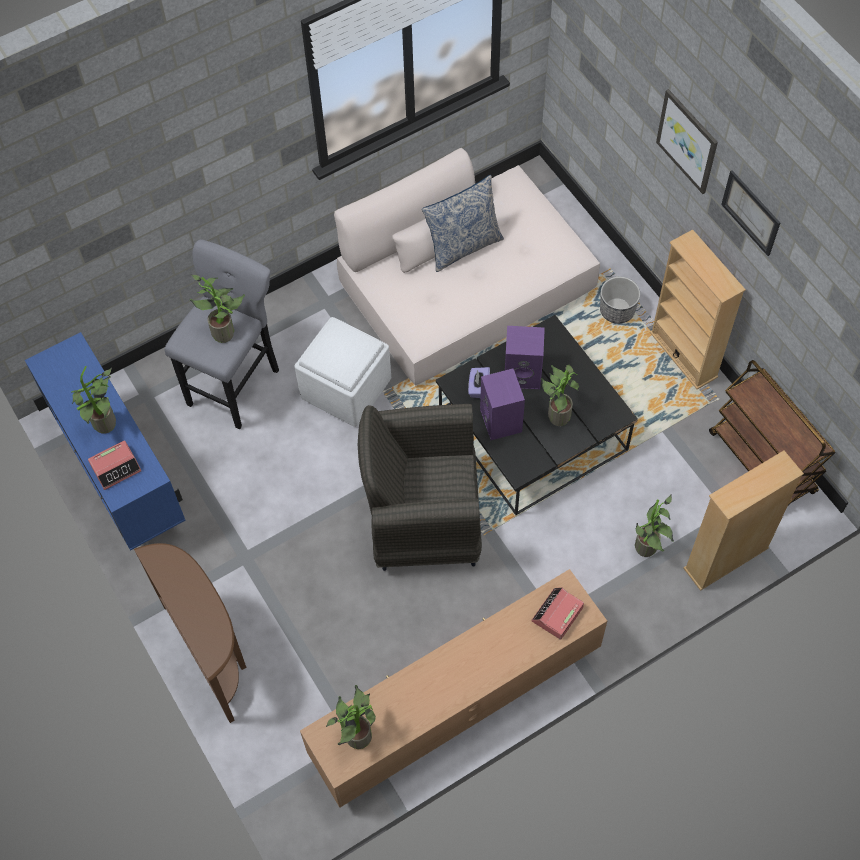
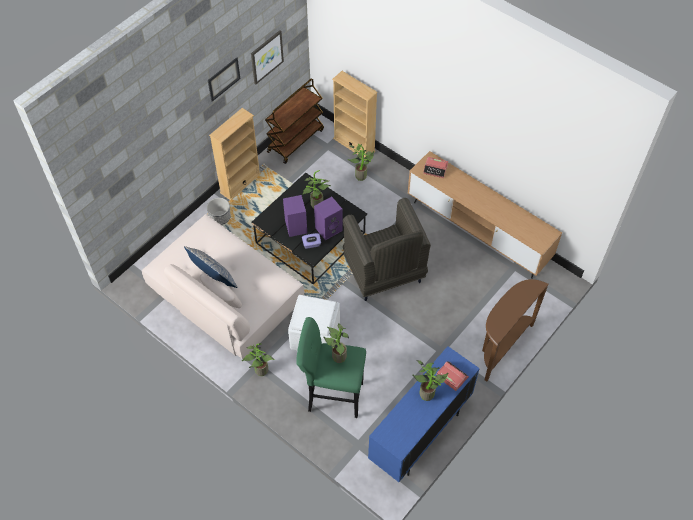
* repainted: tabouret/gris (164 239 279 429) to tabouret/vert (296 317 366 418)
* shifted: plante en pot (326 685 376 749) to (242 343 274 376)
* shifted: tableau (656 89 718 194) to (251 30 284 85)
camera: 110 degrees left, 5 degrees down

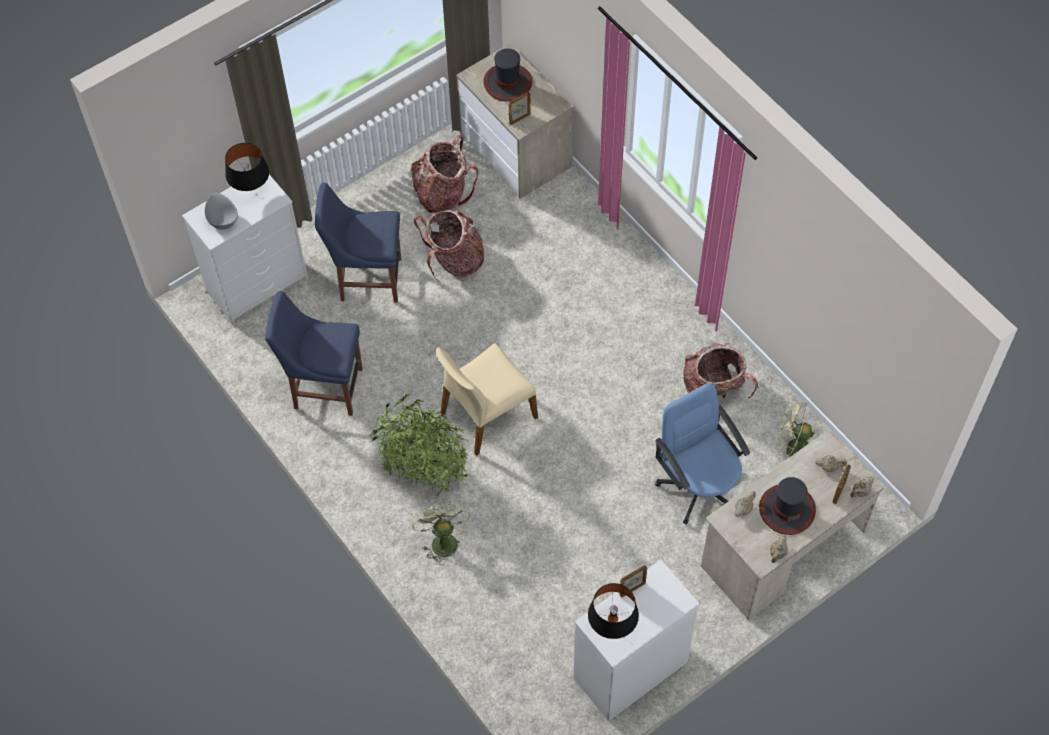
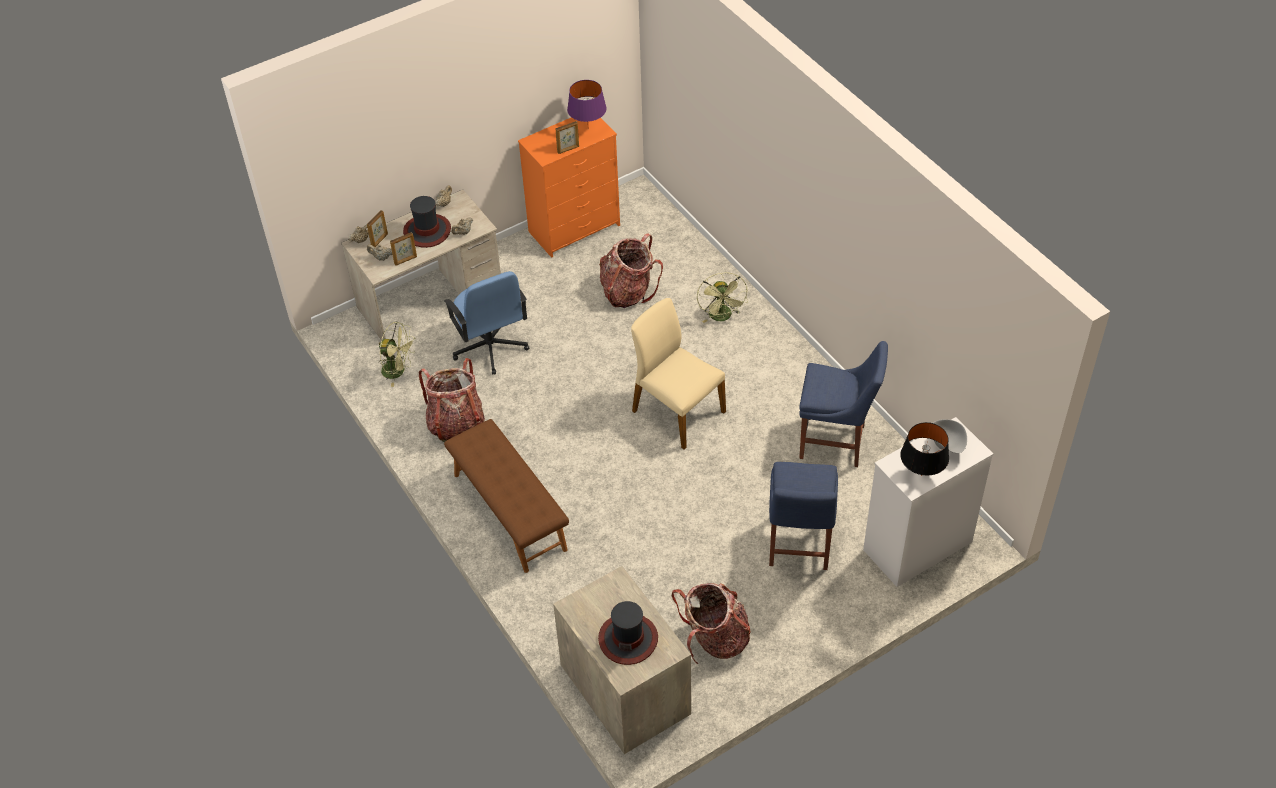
* rotated: chaise/bleu (315 183 401 303) = (769 462 838 570) 90 degrees clockwise
* gone: plante en pot (369 394 470 494)
* shifted: sac à dos (414 210 484 282) to (599 233 663 308)
* rotated: chaise/beige (436 343 538 456) = (631 298 726 449) 105 degrees counterclockwise
* shifted: cadre photo (509 92 531 125) to (390 232 417 266)
* repainted: commode/blanc (574 559 700 721) to commode/orange (518 117 620 258)
* repainted: lampe de table/noir (588 583 639 639) to lampe de table/violet (567 80 607 129)
* new: banc/marron (444 419 569 573)
camera: 175 degrees left, 10 degrees down

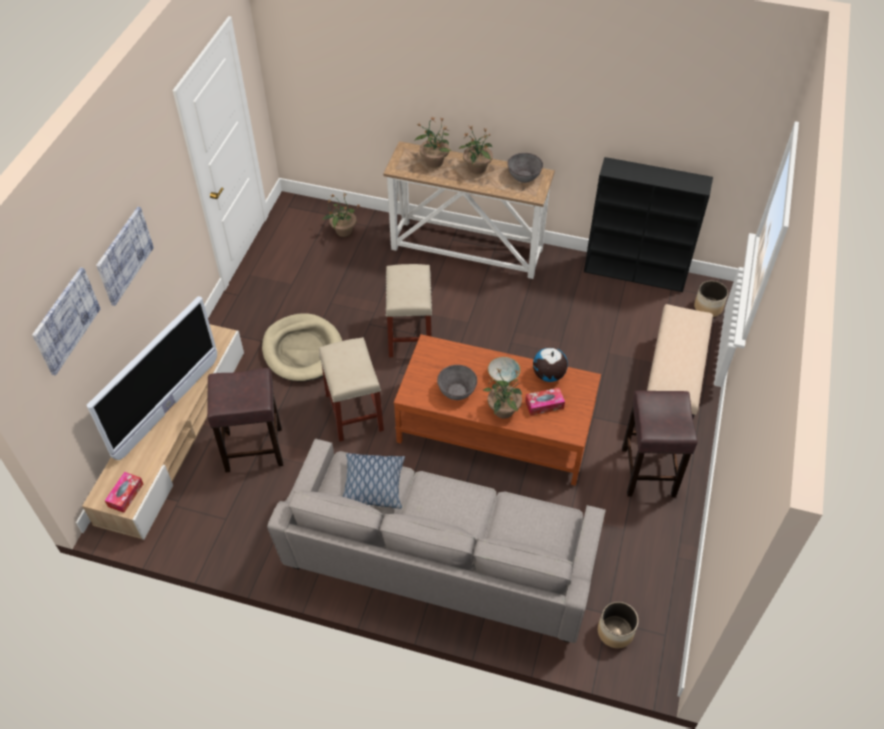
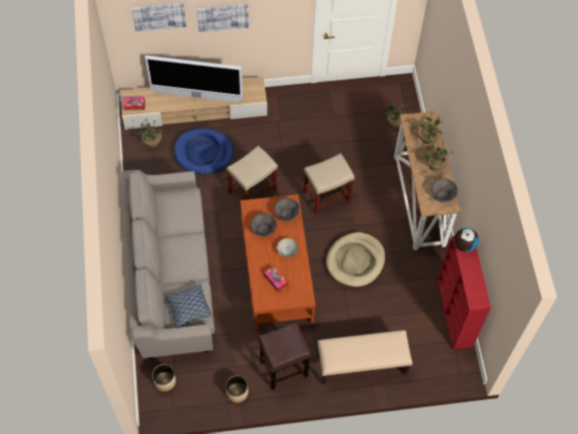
* swapped: tabouret/marron (207 368 283 472) to panier pour chien/bleu (174 128 234 174)
* shifted: panier pour chien/beige (262 313 342 381) to (326 232 385 287)
* shifted: coussin (342 453 405 508) to (165 283 213 328)
* shifted: plante en pot (483 369 522 419) to (136 120 163 148)
* shifted: globe (533 347 568 382) to (454 228 479 252)
* repainted: bibliothèque/noir (584 157 713 292) to bibliothèque/rouge (438 236 491 350)
* shifted: cache-pot (694 280 728 317) to (226 375 248 403)
* new: bol/gris (274 198 300 222)
camera: 65 degrees right, 10 degrees up

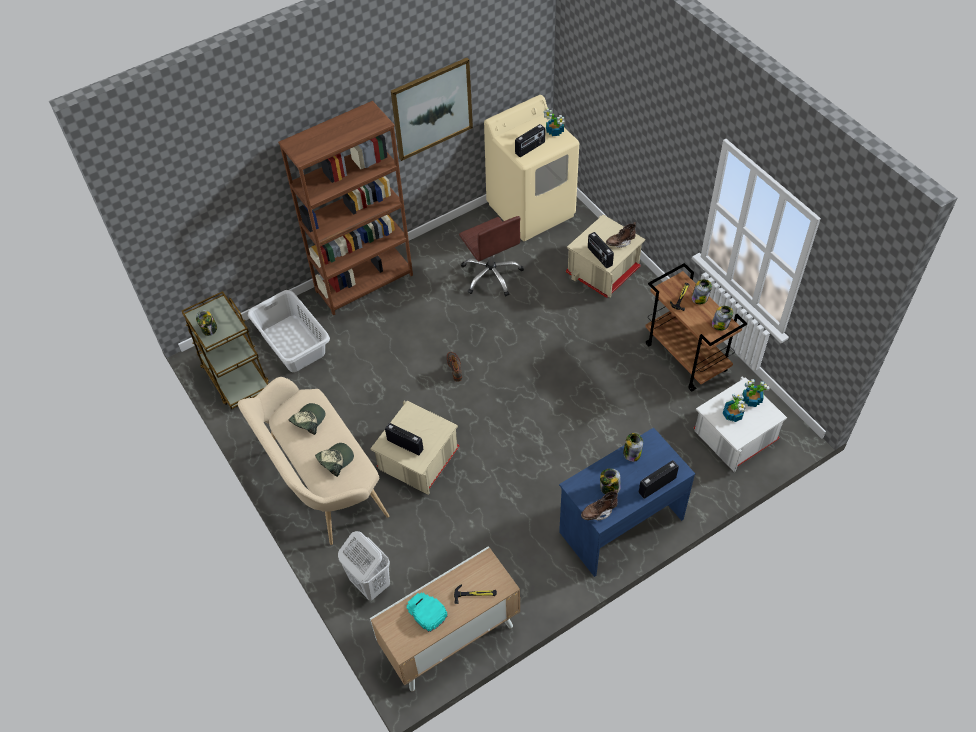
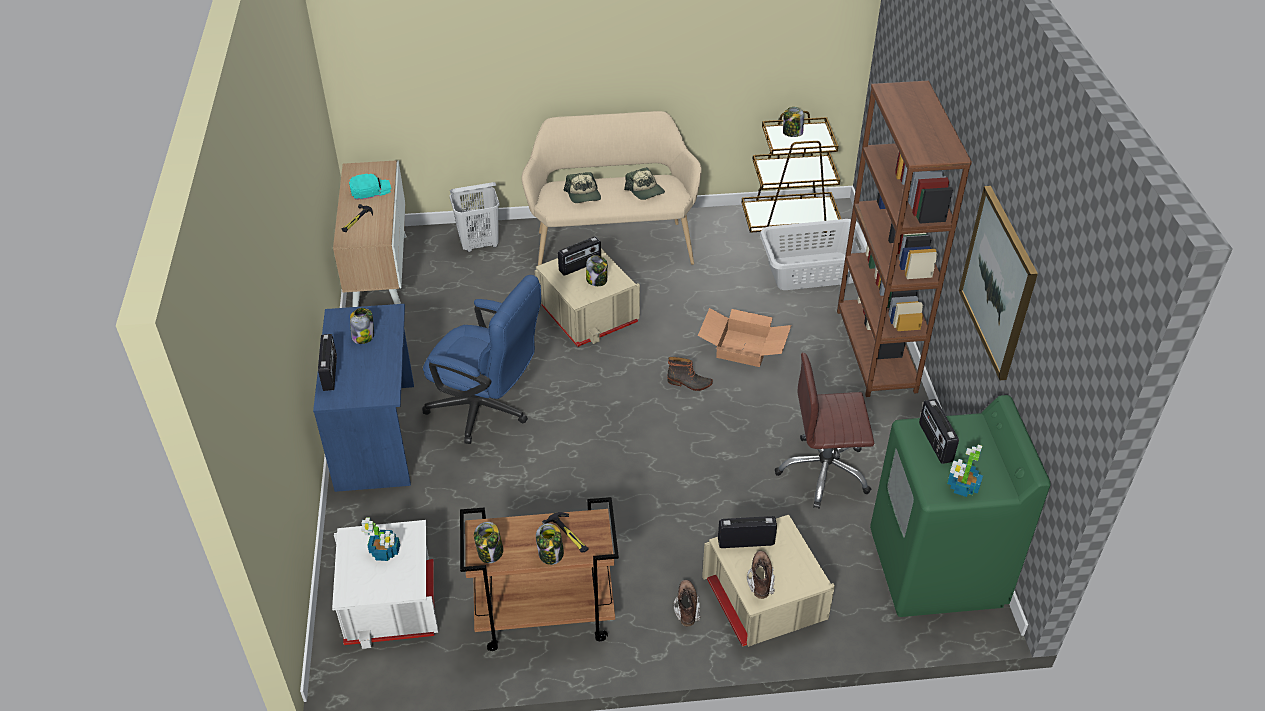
* repainted: lave-linge/beige (484 95 579 241) to lave-linge/vert (870 395 1051 617)
* shifted: botte/marron (581 489 618 520) to (674 580 700 626)
* shifted: bocal (623 433 643 462) to (586 255 608 286)
* gone: plante en pot (742 379 769 407)
* new: chaise de bureau/bleu (422 275 541 444)
* new: carton (698 308 791 367)
camera: 115 degrees right, 10 degrees down

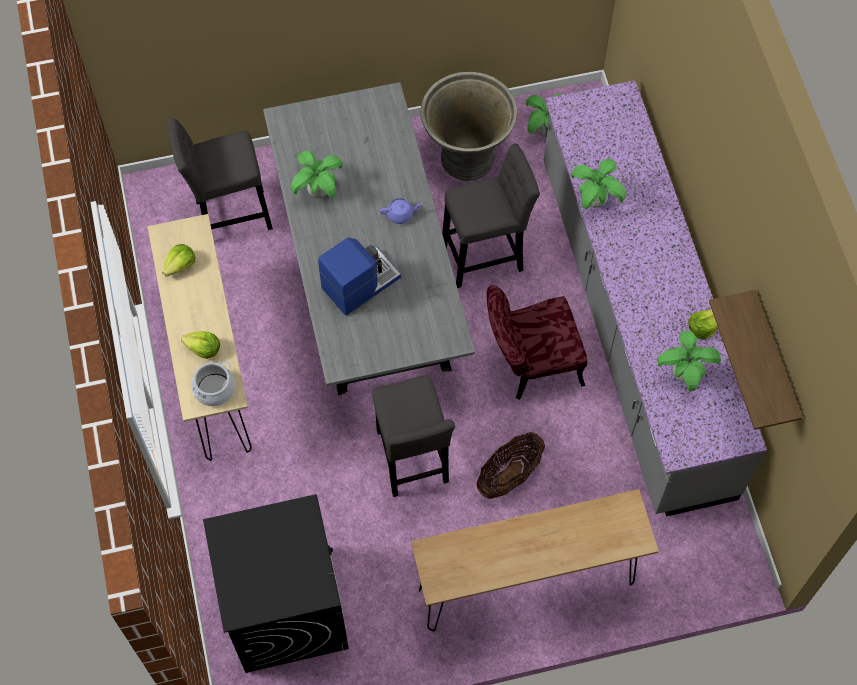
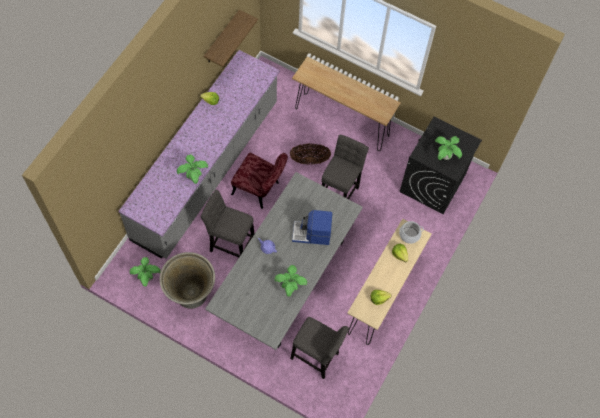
* shifted: plante en pot (657 331 721 391) to (435 136 462 160)
camera: 140 degrees left, 0 degrees up

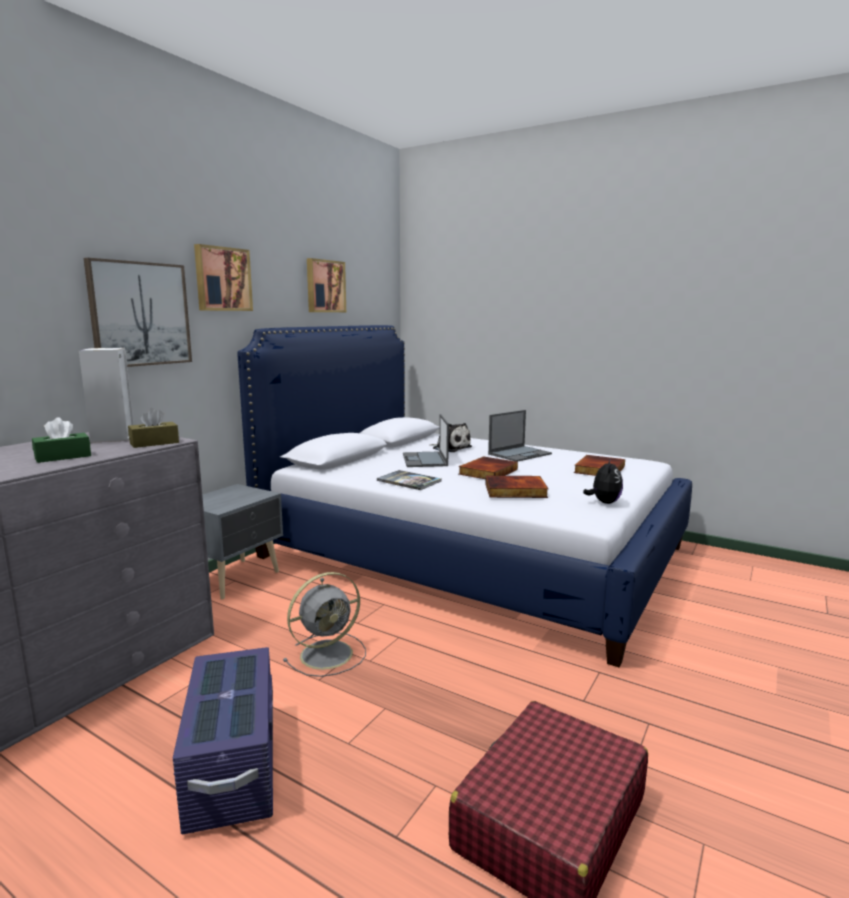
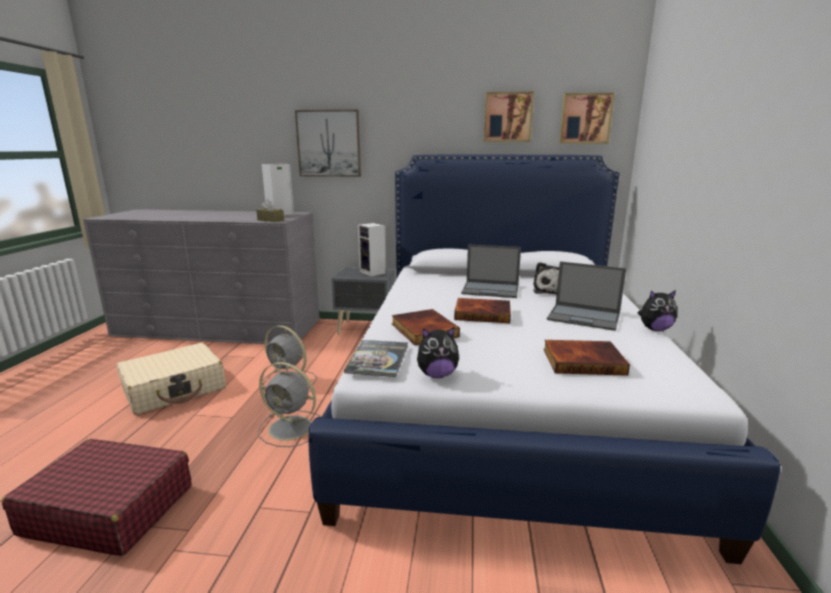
* gone: boîte à mouchoirs/vert (32 417 91 463)
* swapped: boîte de rangement/violet (173 647 273 835) to valise/beige (117 343 226 415)
* shifted: tableau (194 244 253 311) to (560 93 615 143)
* shifted: livre (377 470 442 490) to (344 340 408 377)
* rotated: ordinateur portable (403 414 449 467) = (461 245 521 298) 135 degrees counterclockwise
* new: ventilateur/gris (257 362 322 447)
* new: enceinte (358 223 386 277)
* new: peluche (638 290 677 331)
camera: 65 degrees right, 5 degrees up

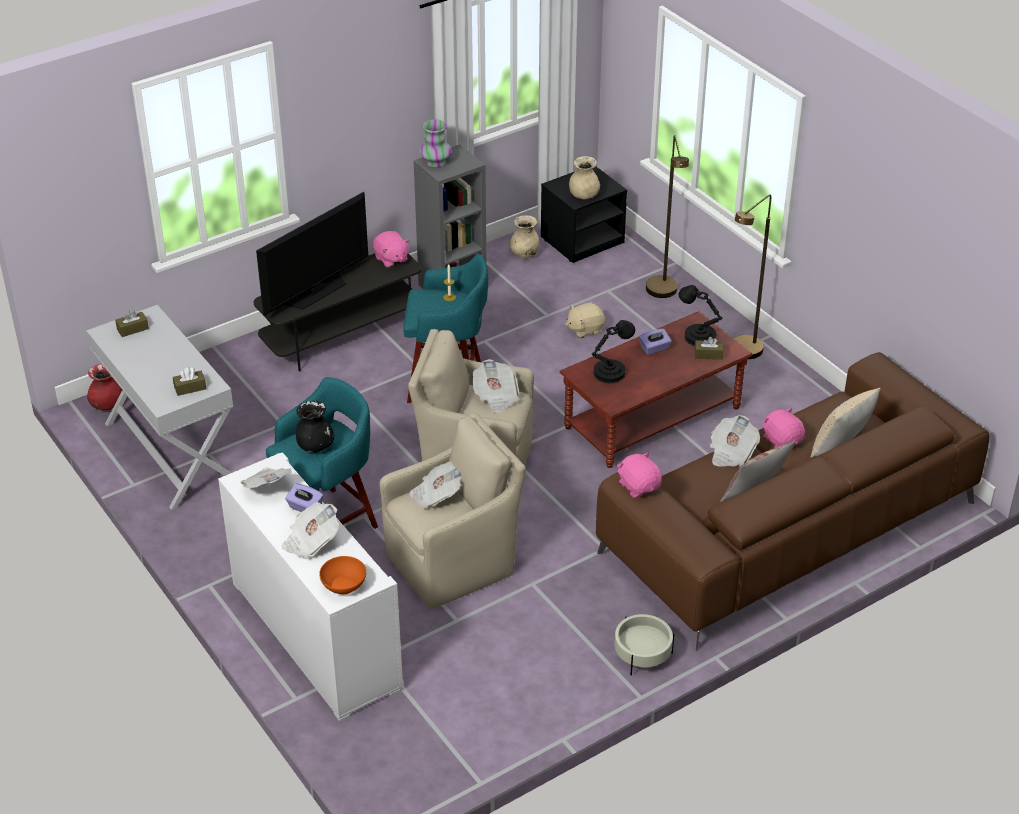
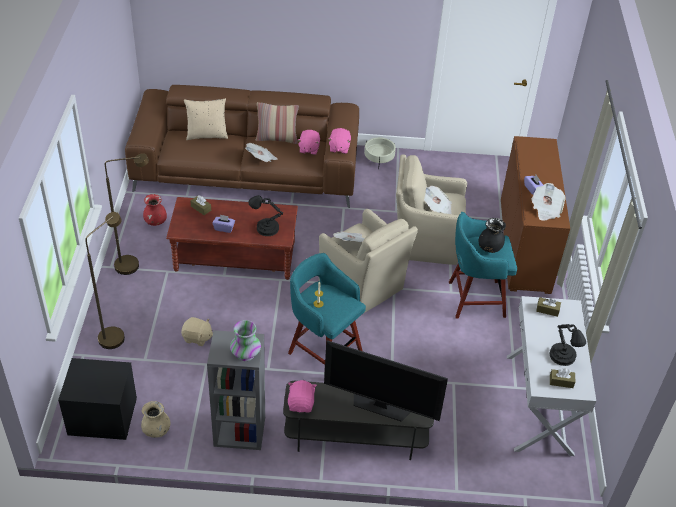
* shifted: vase/rouge (87 364 122 410) to (143 194 167 226)
* repainted: meuble de rangement/blanc (218 452 403 721) to meuble de rangement/marron (501 136 570 294)
* rotated: téléviseur (256 192 368 316) = (324 340 448 422) 150 degrees counterclockwise
* gone: journal (282 502 339 559)
* gone: bol/orange (319 556 366 594)
* gone: vase/beige (569 156 600 199)
* shifted: lampe de table/noir (679 285 722 346) to (550 324 586 366)
* shifted: peluche/rose (762 408 805 448) to (298 130 320 155)
camera: 145 degrees left, 5 degrees up

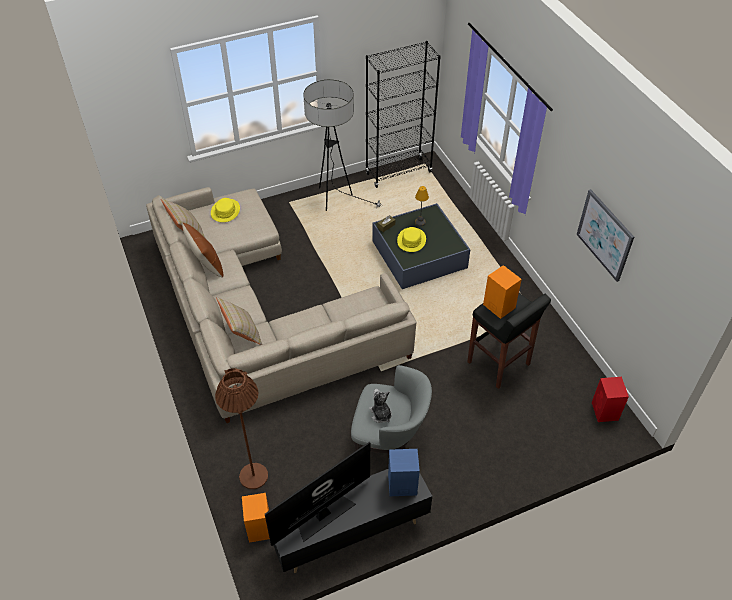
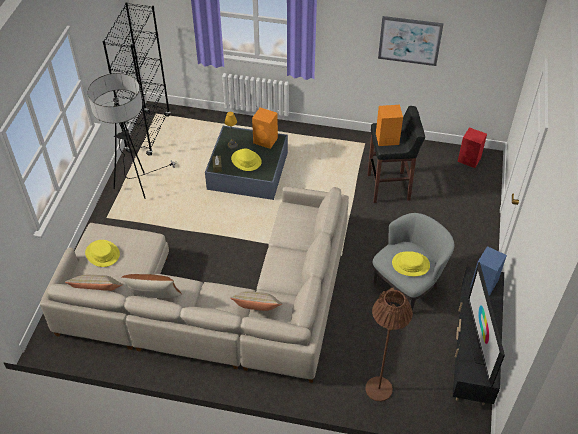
* shifted: enceinte/orange (242 493 270 543) to (252 108 278 149)
* swapped: peluche (369 389 392 423) to chapeau/jaune (392 251 430 276)
camera: 55 degrees left, 0 degrees up

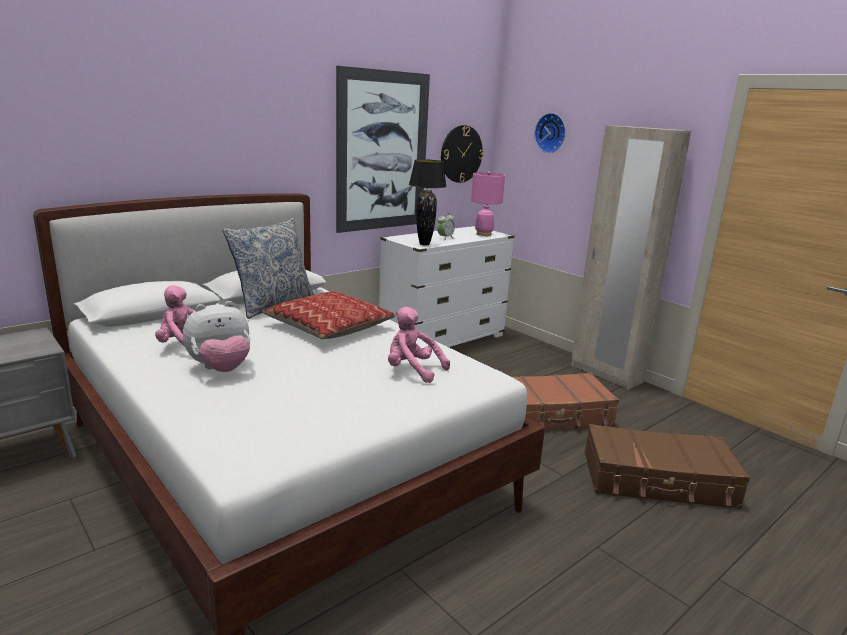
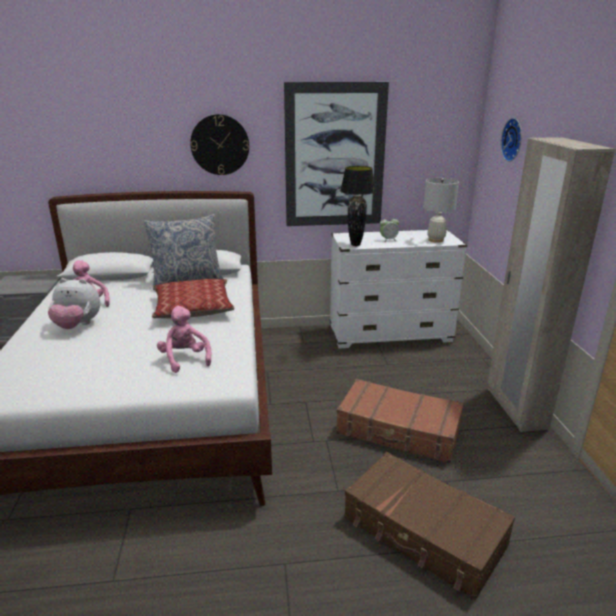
* shifted: horloge murale (441 125 484 183) to (190 114 249 175)
* repainted: lampe de table/rose (471 171 505 236) to lampe de table/blanc (423 178 459 243)
camera: 35 degrees right, 5 degrees up

